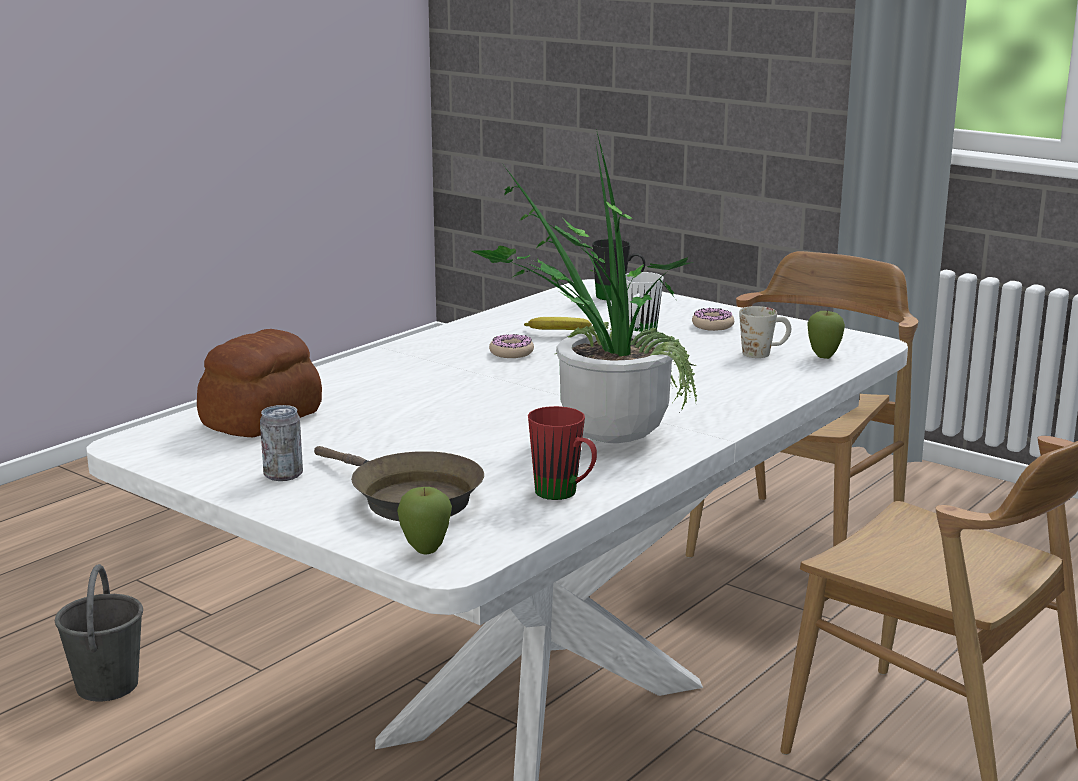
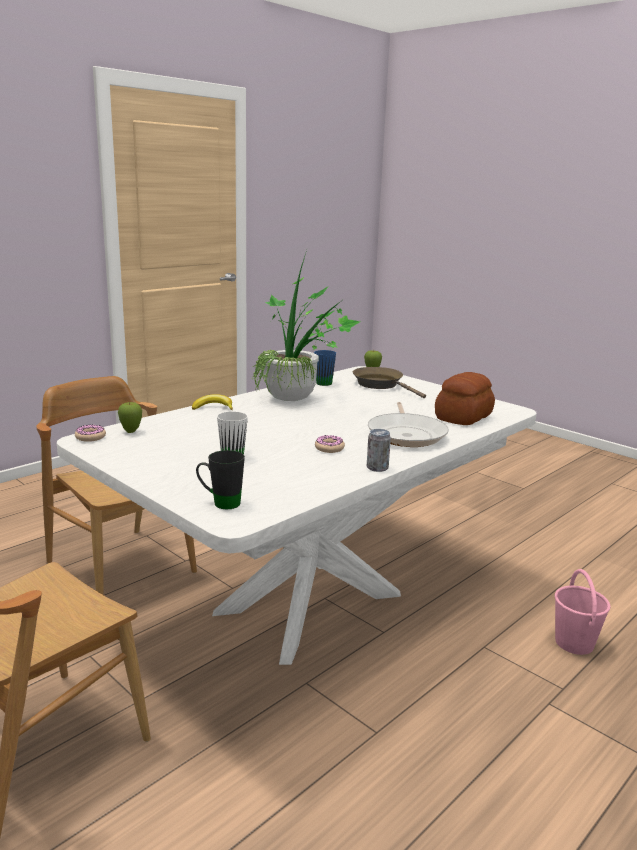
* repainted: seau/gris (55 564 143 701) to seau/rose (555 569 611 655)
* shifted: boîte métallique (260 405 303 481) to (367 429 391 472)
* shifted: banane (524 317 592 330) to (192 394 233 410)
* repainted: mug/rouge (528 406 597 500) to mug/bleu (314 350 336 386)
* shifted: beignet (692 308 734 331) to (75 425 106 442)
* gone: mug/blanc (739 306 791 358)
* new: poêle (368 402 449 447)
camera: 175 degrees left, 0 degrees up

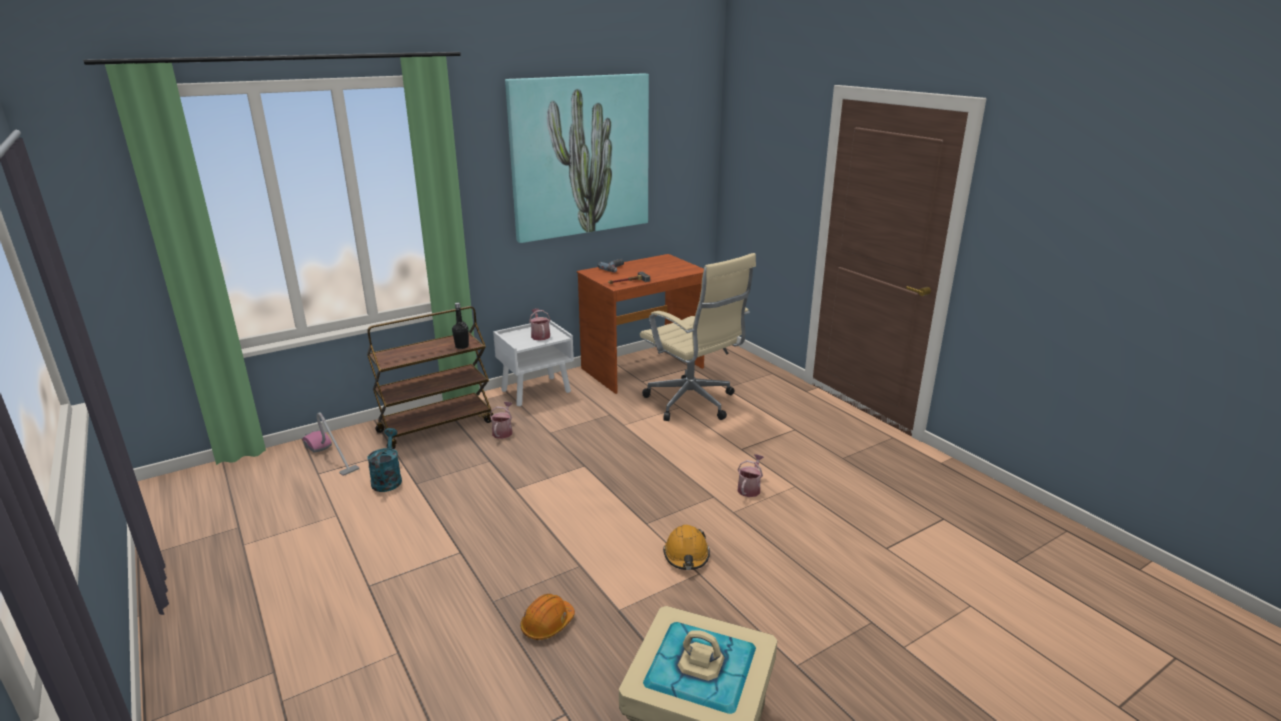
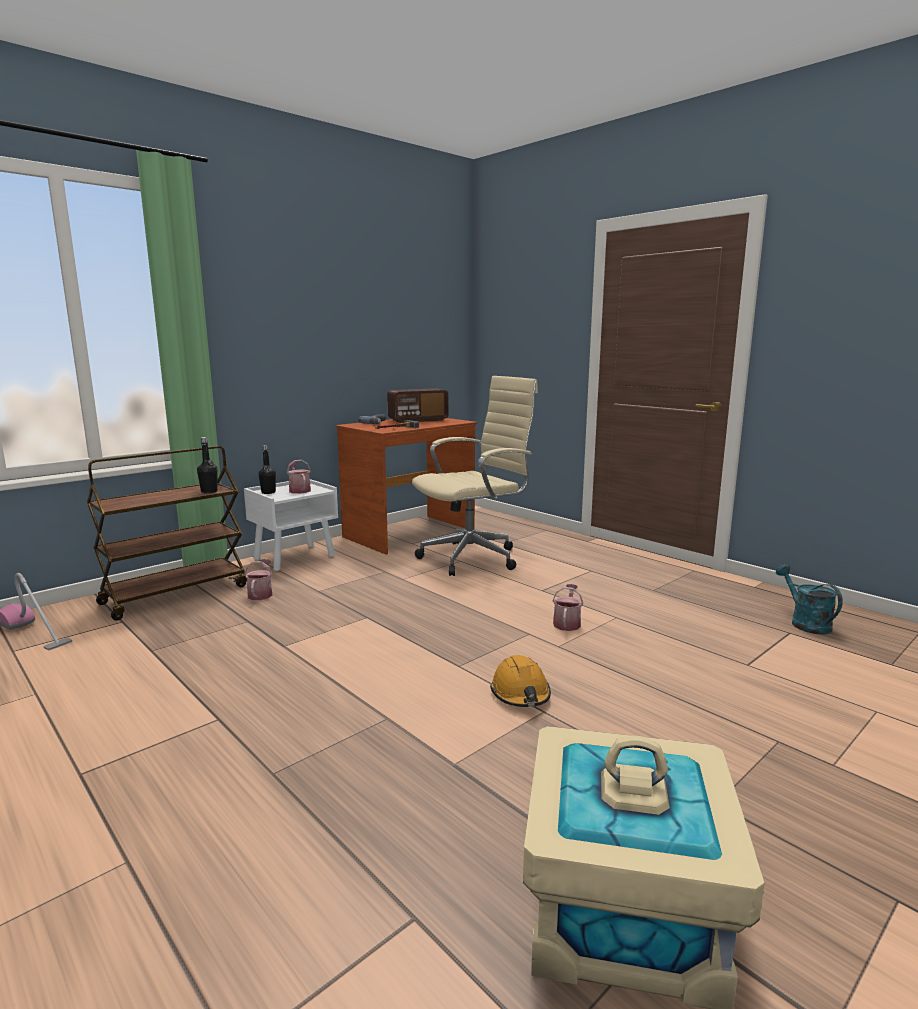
* shifted: arrosoir/turquoise (367 428 402 492) to (776 564 843 635)
* gone: tableau (505 73 649 243)
* gone: casque de chantier/orange (520 594 575 640)
* rotated: chaise de bureau/beige (640 253 756 421) = (412 376 538 576) 75 degrees counterclockwise
* new: bouteille/noir (259 445 276 494)
* new: radio (387 388 449 423)
camera: 10 degrees left, 10 degrees down

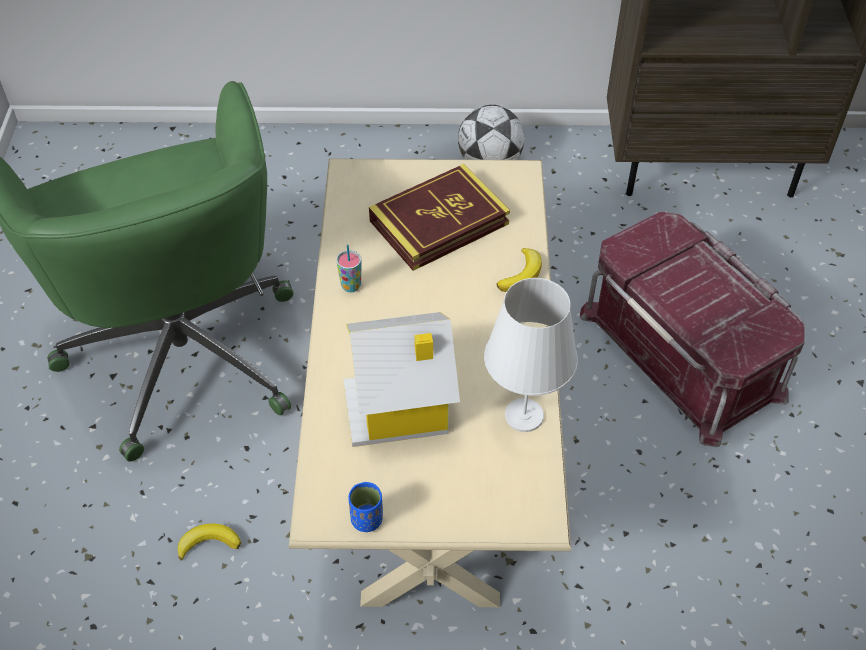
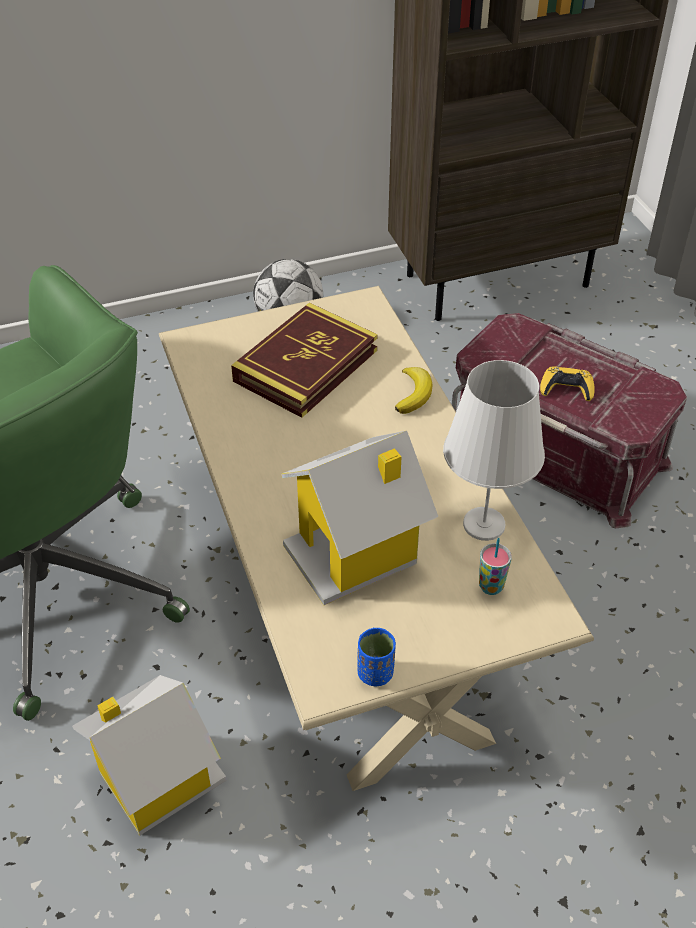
* swapped: banane (178 523 241 561) to maison miniature (72 675 227 835)
* shifted: tasse (336 244 362 292) to (479 538 512 595)
* new: manette/jaune (540 367 595 401)
camera: 20 degrees left, 5 degrees down

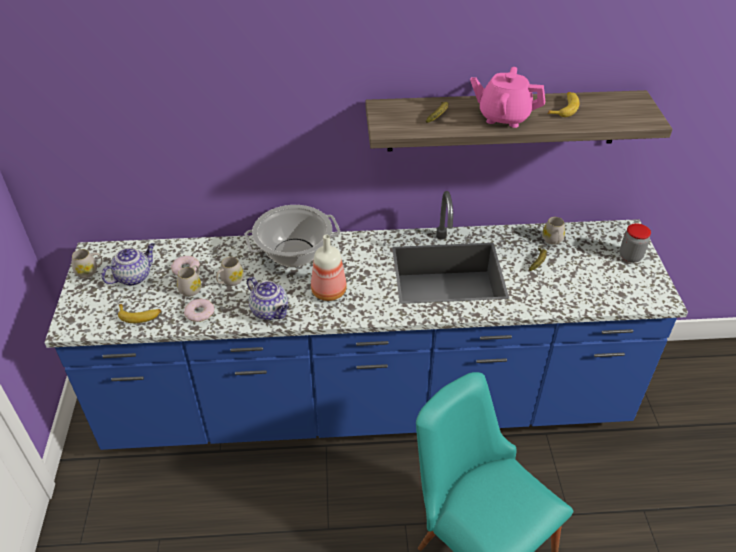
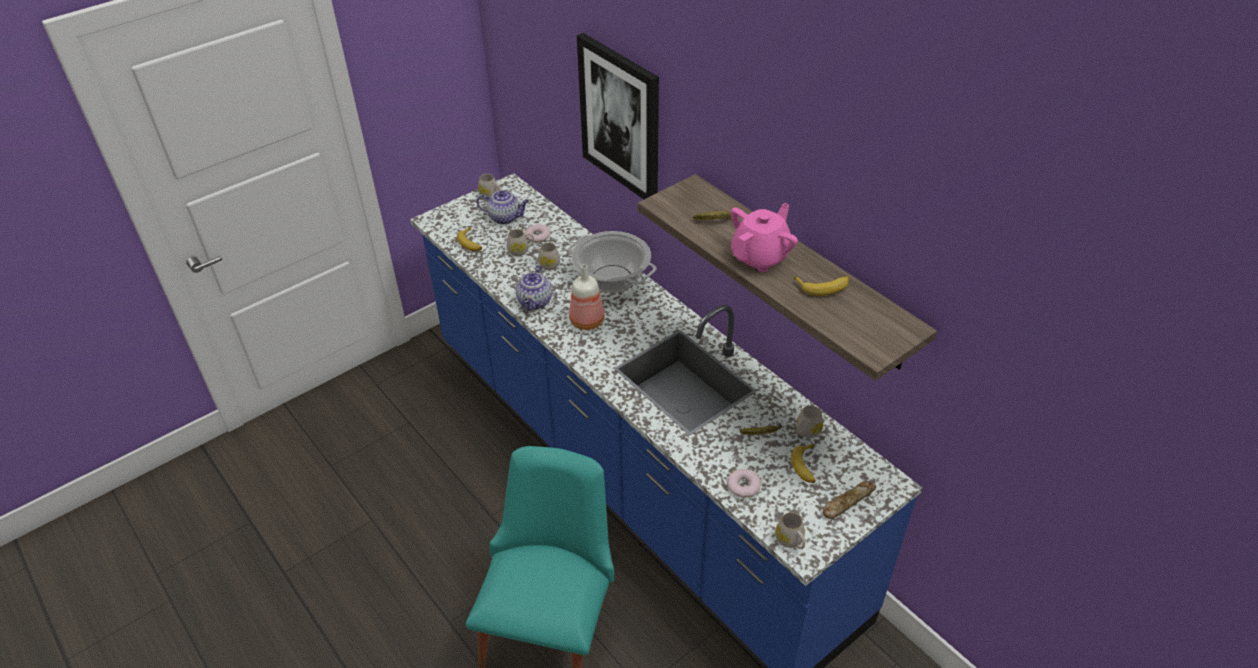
* shifted: beignet (184 299 214 322) to (727 469 761 497)
* rotated: théière/rose (470 67 545 128) = (731 203 798 272) 60 degrees clockwise
* swapped: bocal (620 223 651 263) to pain (823 481 876 519)
* new: tableau (577 33 659 199)
* new: mug/blanc (775 512 805 549)
* new: banane (791 443 816 483)
camera: 55 degrees right, 0 degrees up

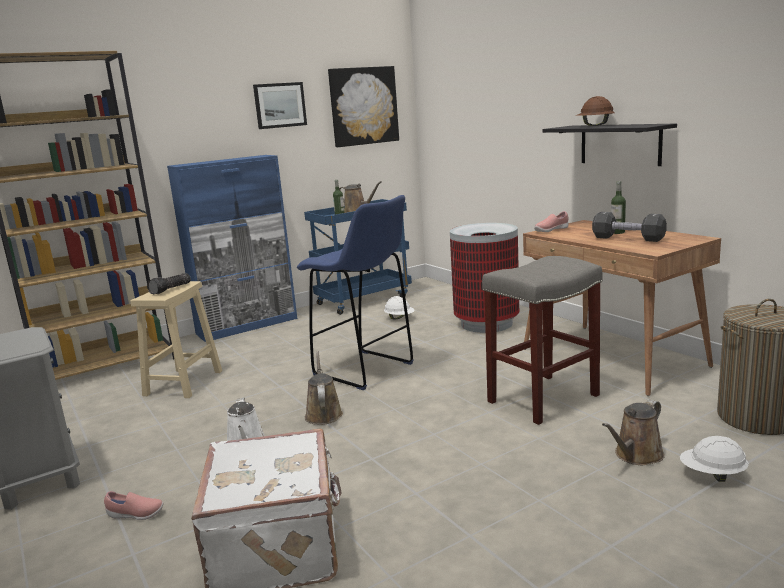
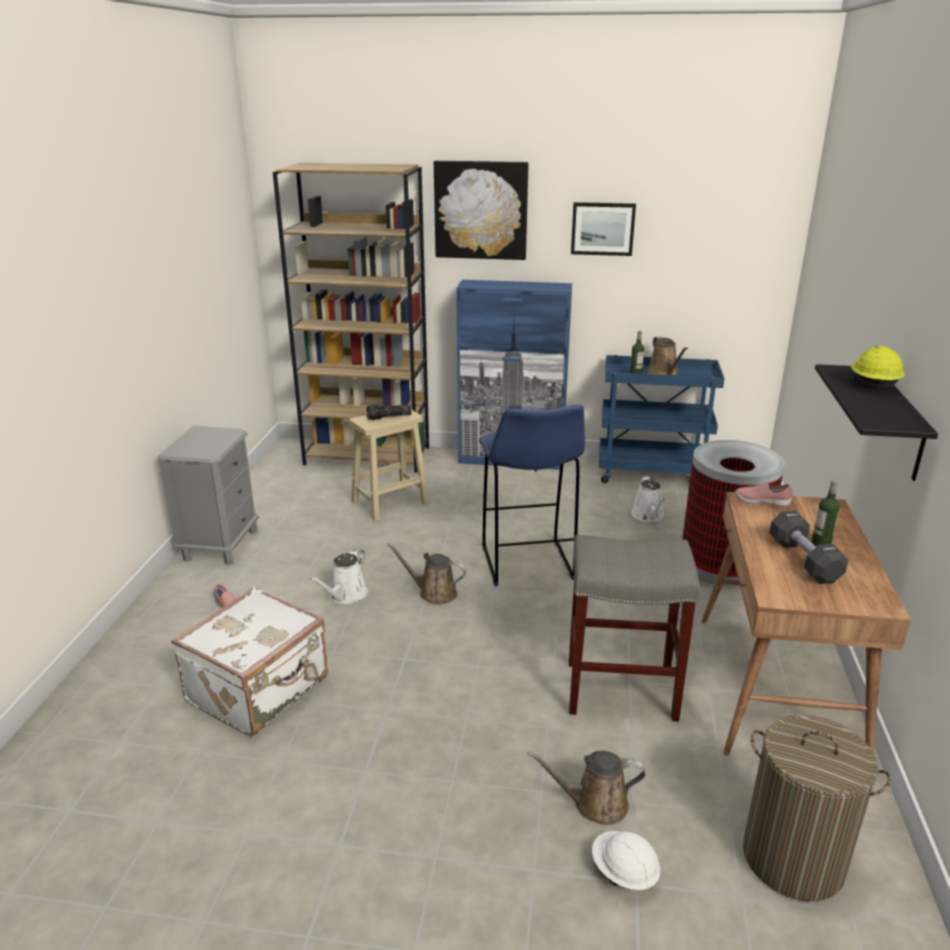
* rotated: arrosoir/marron (305 351 343 425) = (387 543 466 605) 105 degrees counterclockwise
* shifted: tableau (328 66 399 147) to (434 161 529 260)
* swapped: casque de chantier/blanc (384 296 415 320) to arrosoir/blanc (632 476 665 522)
* repainted: casque de chantier/marron (576 96 614 126) to casque de chantier/jaune (851 346 905 387)
camera: 40 degrees right, 10 degrees up

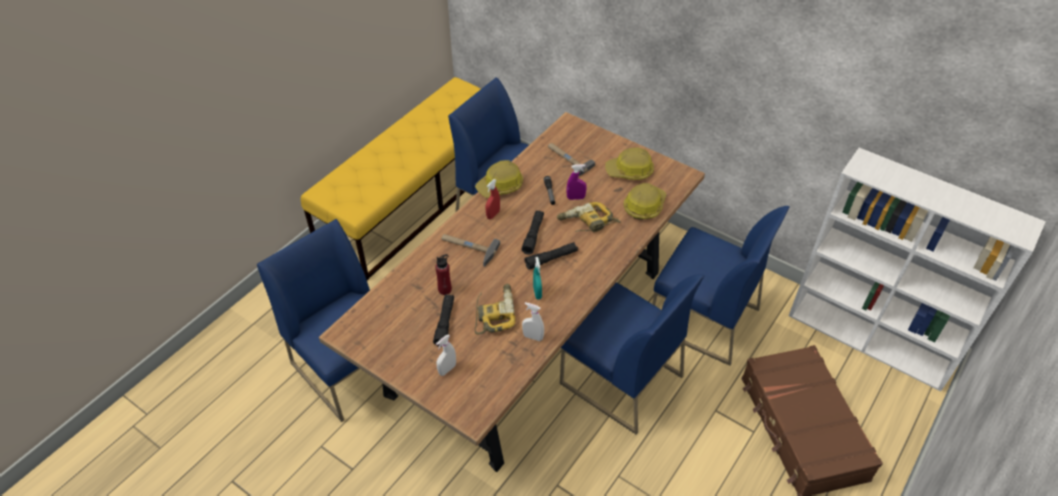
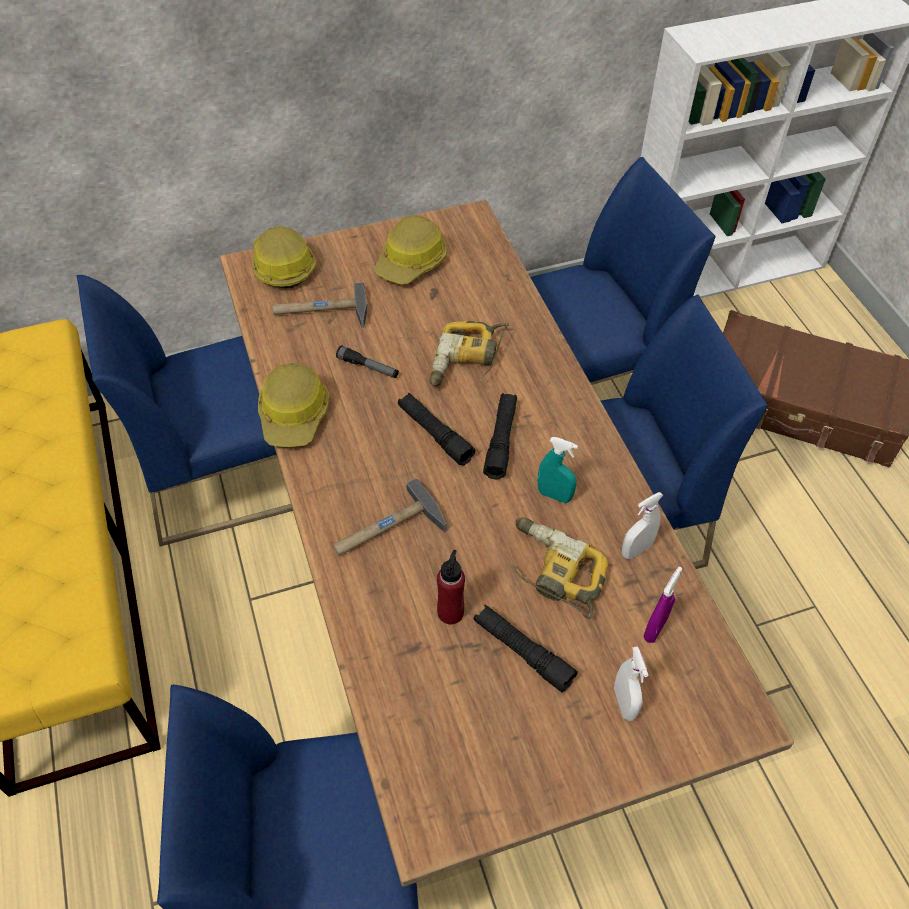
* gone: vaporisateur/rouge (486 179 500 219)
* shifted: vaporisateur/violet (567 164 587 200) to (644 567 682 643)
* shifted: casque de chantier (624 183 666 220) to (252 226 316 288)
camera: 55 degrees left, 5 degrees up

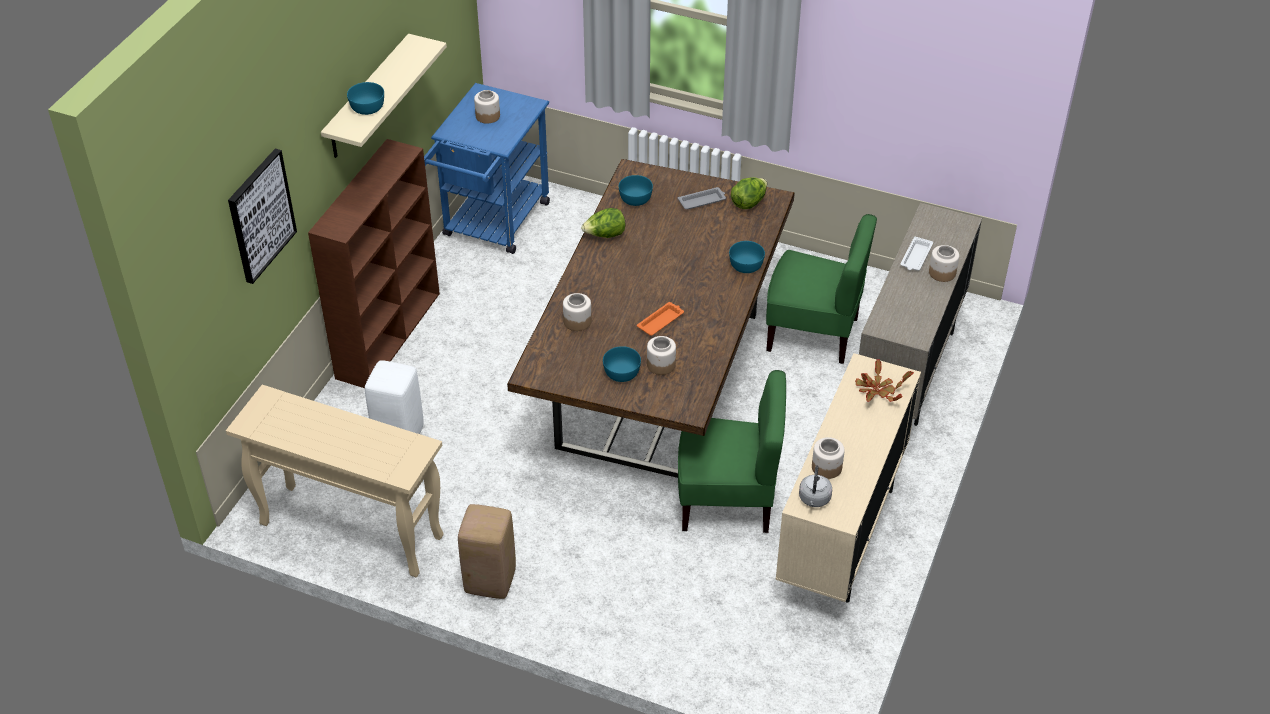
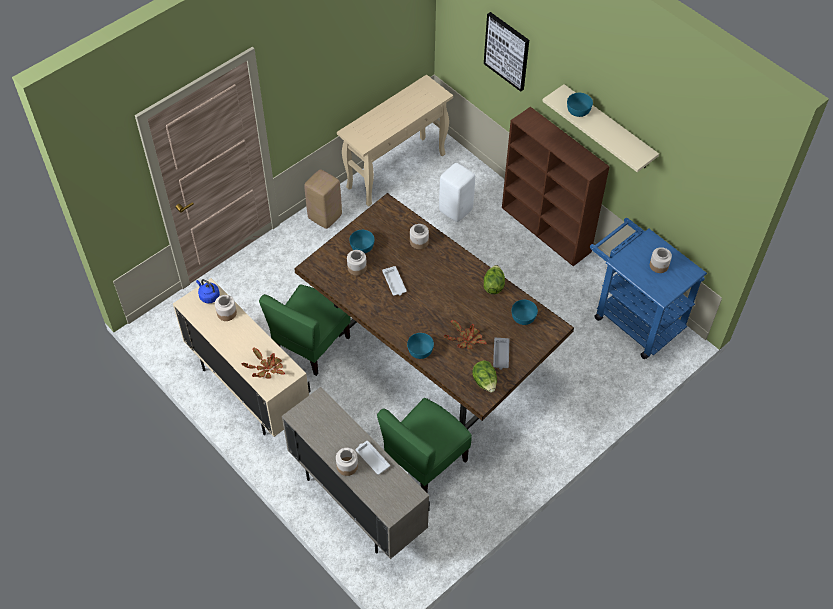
* repainted: plateau/orange (637 302 684 336) to plateau/blanc (382 266 407 296)
* repainted: bouilloire/gris (799 465 832 507) to bouilloire/bleu (196 279 220 303)
* new: plante en pot (444 320 487 349)
camera: 115 degrees right, 10 degrees up

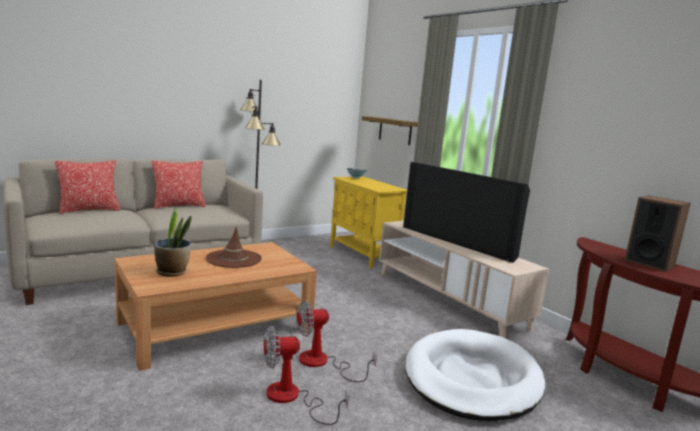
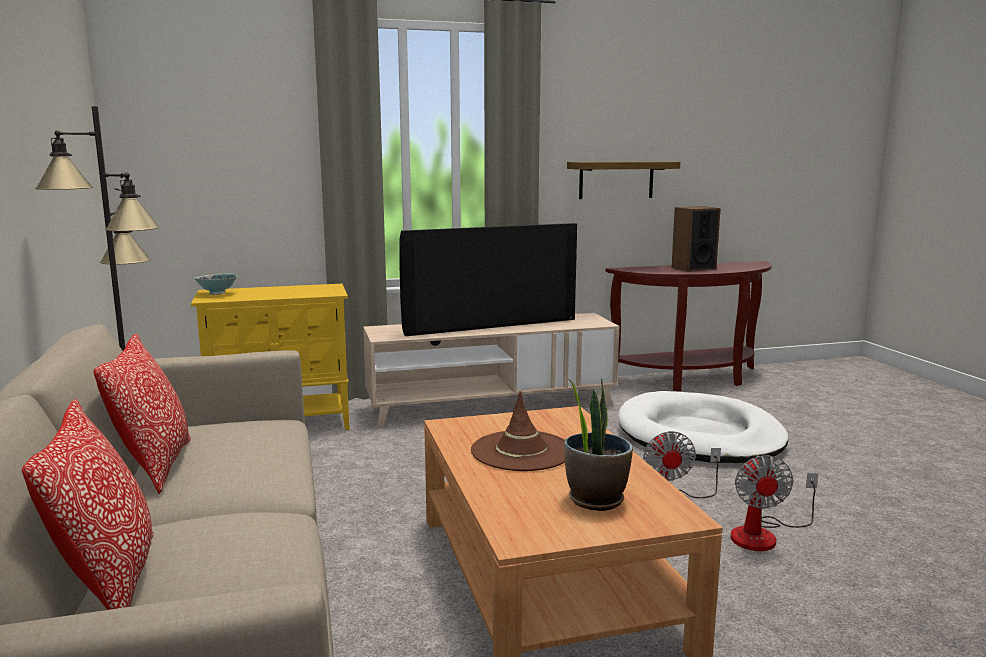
* shifted: étagère (362 116 418 145) to (567 161 680 199)
camera: 70 degrees left, 0 degrees up

